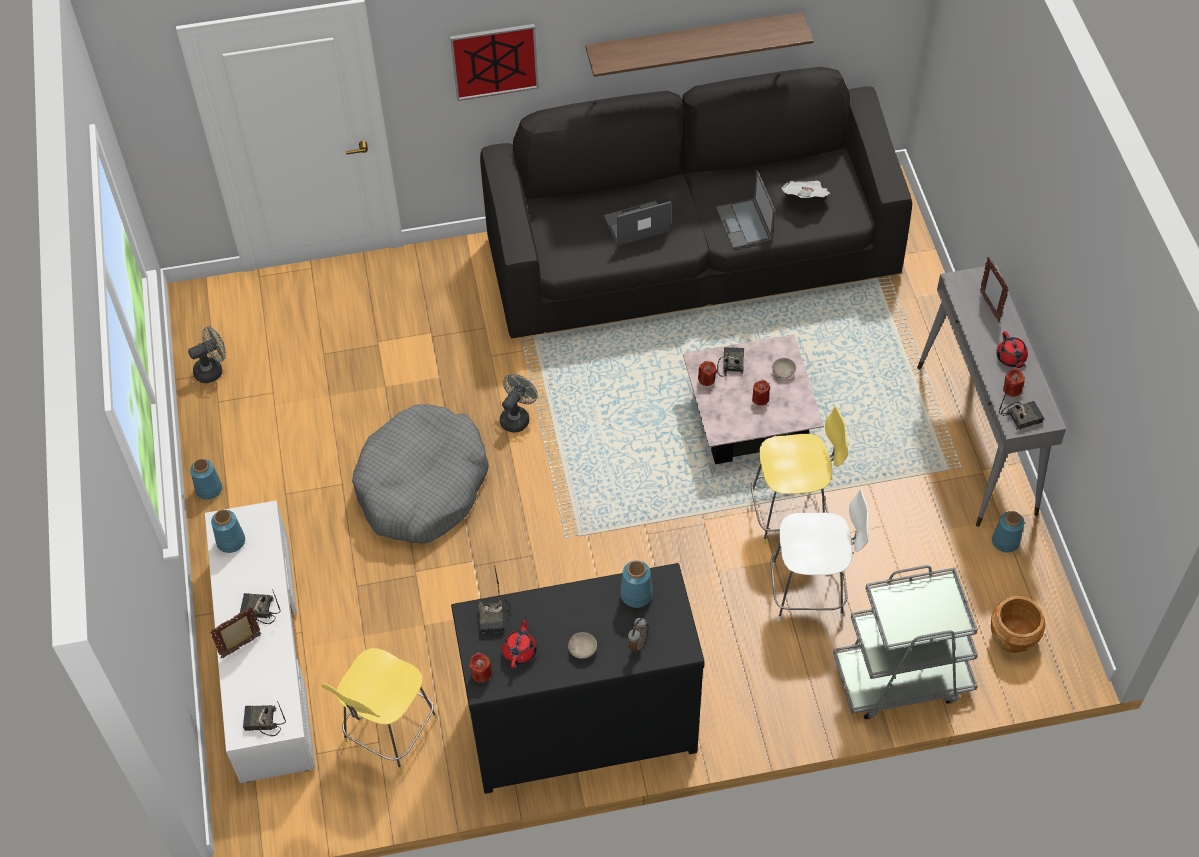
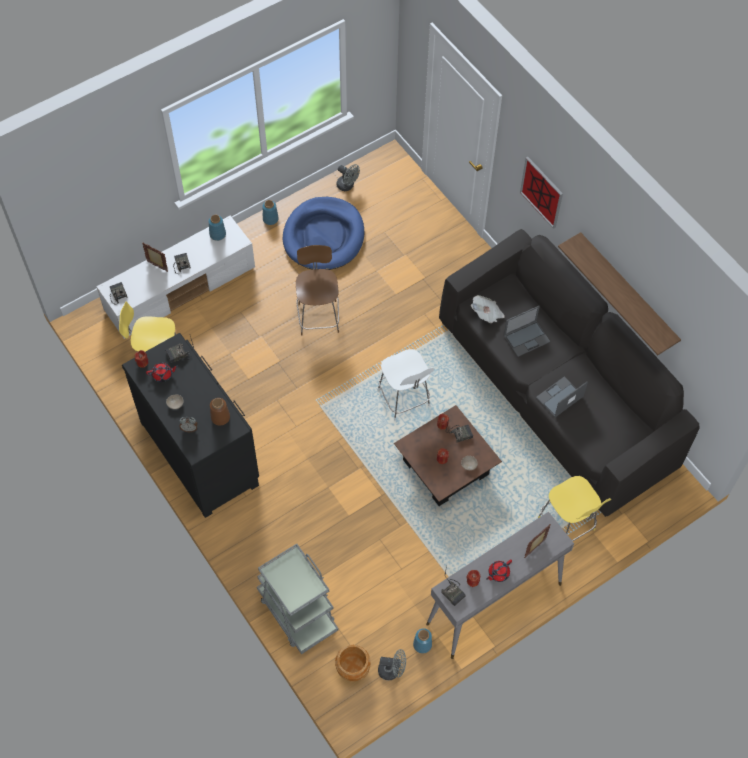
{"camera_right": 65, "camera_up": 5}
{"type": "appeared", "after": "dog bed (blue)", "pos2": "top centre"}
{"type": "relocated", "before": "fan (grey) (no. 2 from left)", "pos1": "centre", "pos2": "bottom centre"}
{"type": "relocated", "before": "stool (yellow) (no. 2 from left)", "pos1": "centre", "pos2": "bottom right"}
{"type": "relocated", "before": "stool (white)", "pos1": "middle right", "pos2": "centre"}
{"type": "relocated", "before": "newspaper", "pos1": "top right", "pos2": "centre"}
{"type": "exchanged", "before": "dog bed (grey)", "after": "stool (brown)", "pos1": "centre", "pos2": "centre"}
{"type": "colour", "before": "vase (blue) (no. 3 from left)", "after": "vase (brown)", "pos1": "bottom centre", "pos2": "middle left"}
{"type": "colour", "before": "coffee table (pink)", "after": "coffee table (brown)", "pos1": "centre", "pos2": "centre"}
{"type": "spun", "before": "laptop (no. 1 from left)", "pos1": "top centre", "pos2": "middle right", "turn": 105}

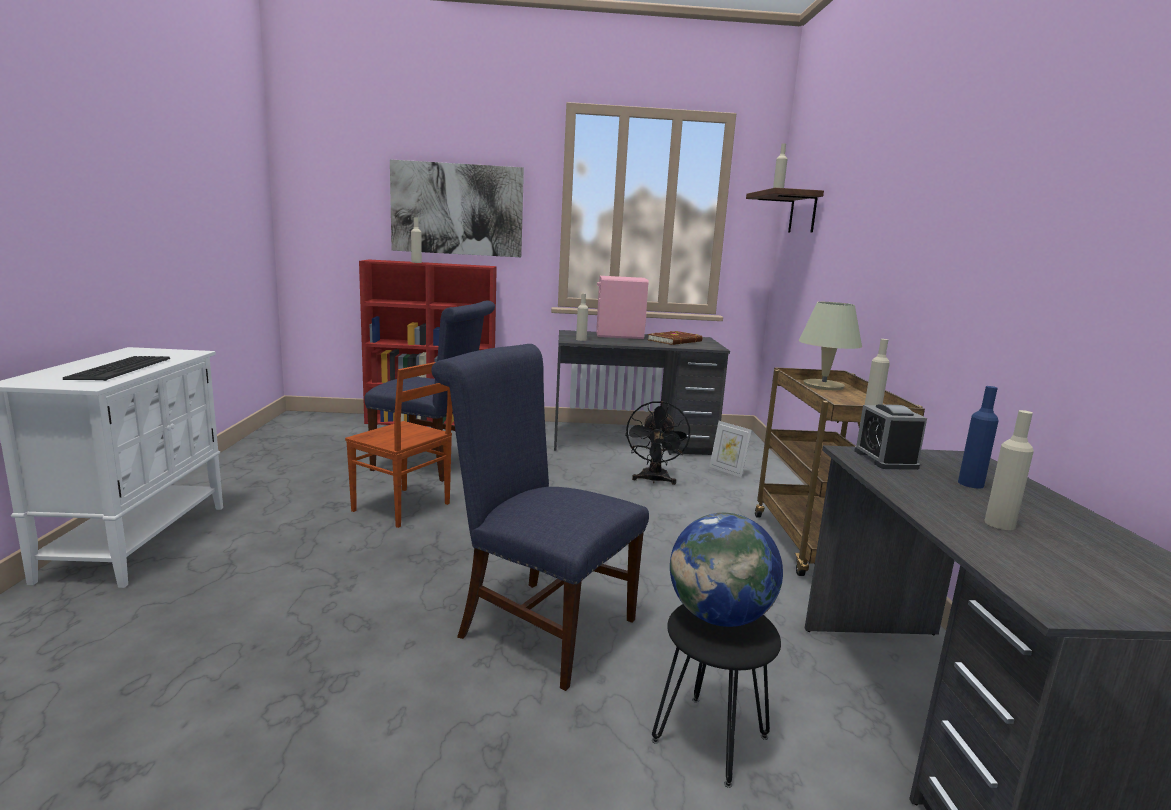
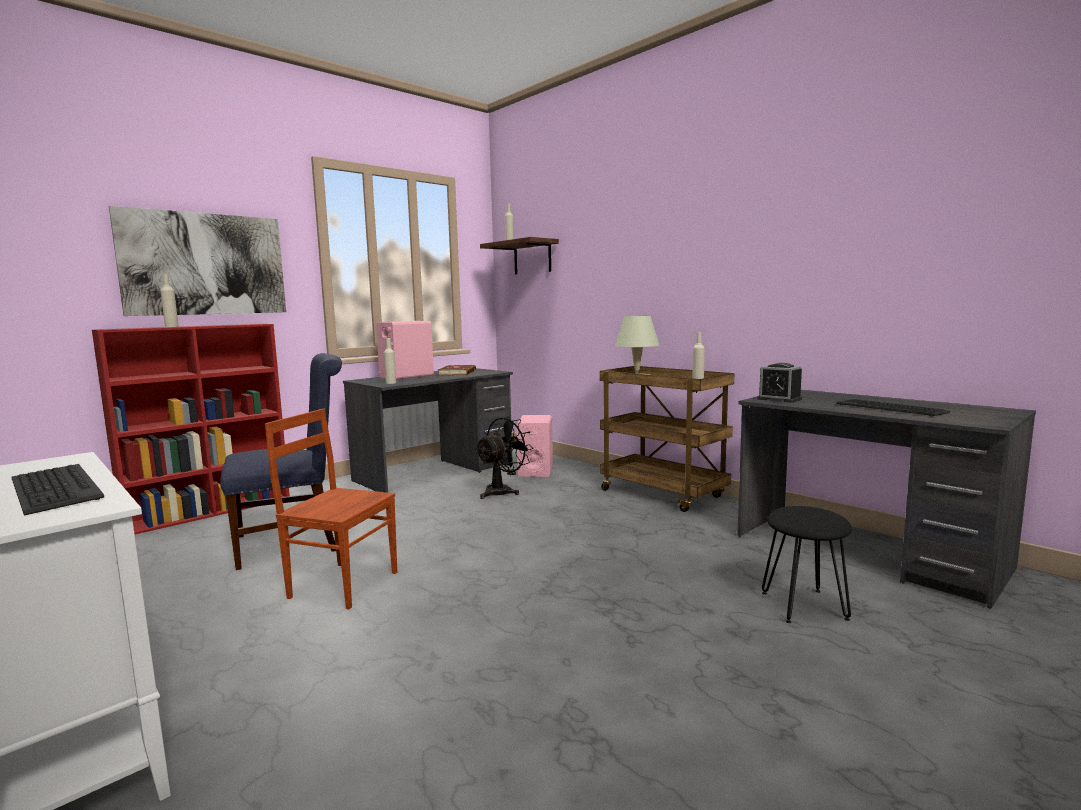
{"camera_right": -40, "camera_up": -5}
{"type": "missing", "before": "chair (blue) (no. 2 from left)", "pos1": "centre"}
{"type": "missing", "before": "globe", "pos1": "bottom centre"}
{"type": "missing", "before": "bottle (blue)", "pos1": "middle right"}
{"type": "exchanged", "before": "picture frame", "after": "speaker (pink) (no. 2 from left)", "pos1": "centre", "pos2": "centre"}
{"type": "exchanged", "before": "bottle (beige) (no. 5 from left)", "after": "keyboard (no. 2 from left)", "pos1": "middle right", "pos2": "middle right"}
{"type": "spun", "before": "chair (brown)", "pos1": "centre", "pos2": "middle left", "turn": -150}
{"type": "spun", "before": "fan (black)", "pos1": "centre", "pos2": "centre", "turn": -105}

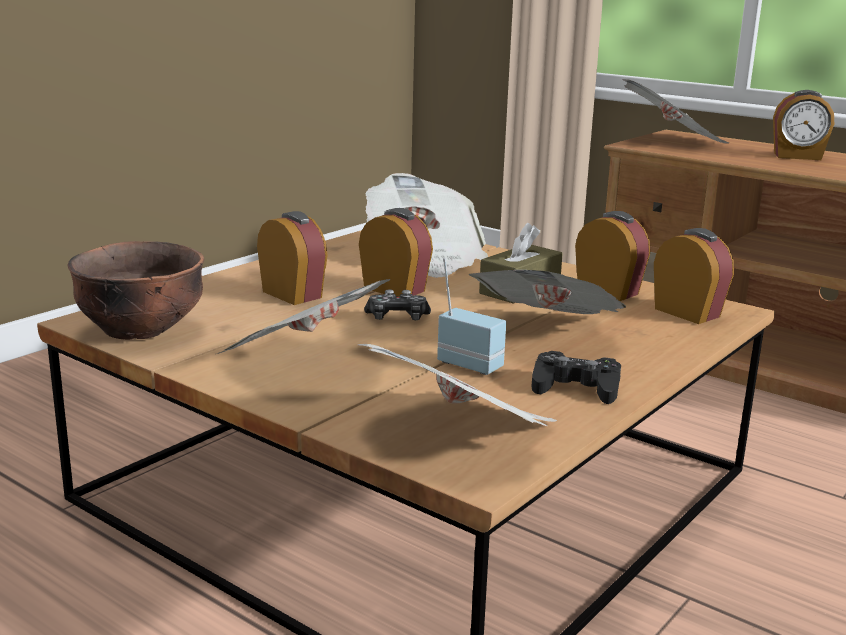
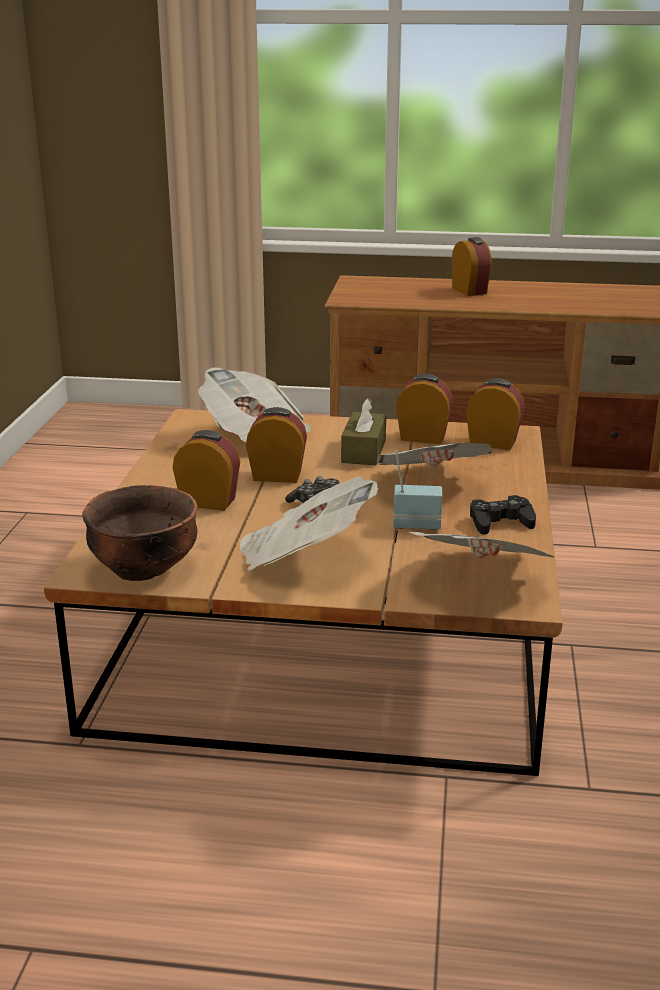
{"camera_right": -30, "camera_up": 5}
{"type": "missing", "before": "newspaper (no. 5 from left)", "pos1": "top right"}
{"type": "spun", "before": "alarm clock (no. 5 from left in the first image)", "pos1": "top right", "pos2": "top right", "turn": -90}

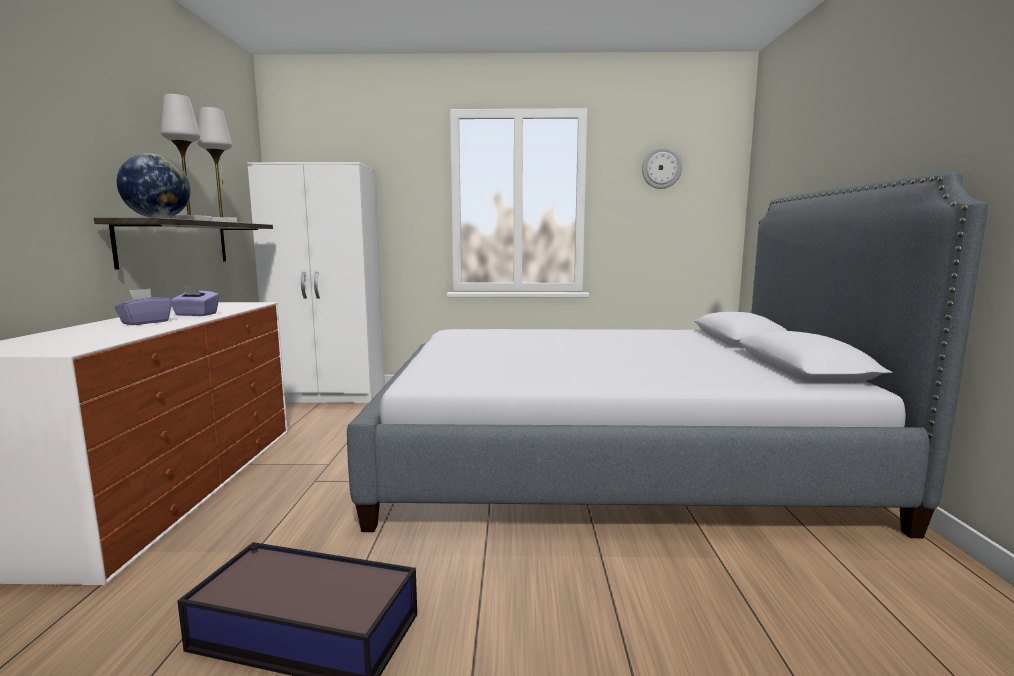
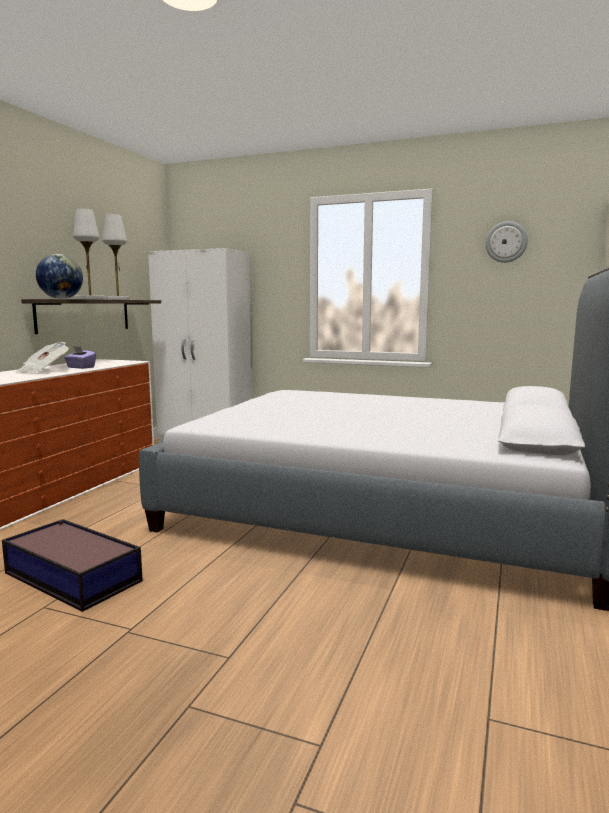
{"camera_right": 20, "camera_up": 0}
{"type": "exchanged", "before": "tissue box (purple) (no. 1 from left)", "after": "newspaper", "pos1": "middle left", "pos2": "middle left"}

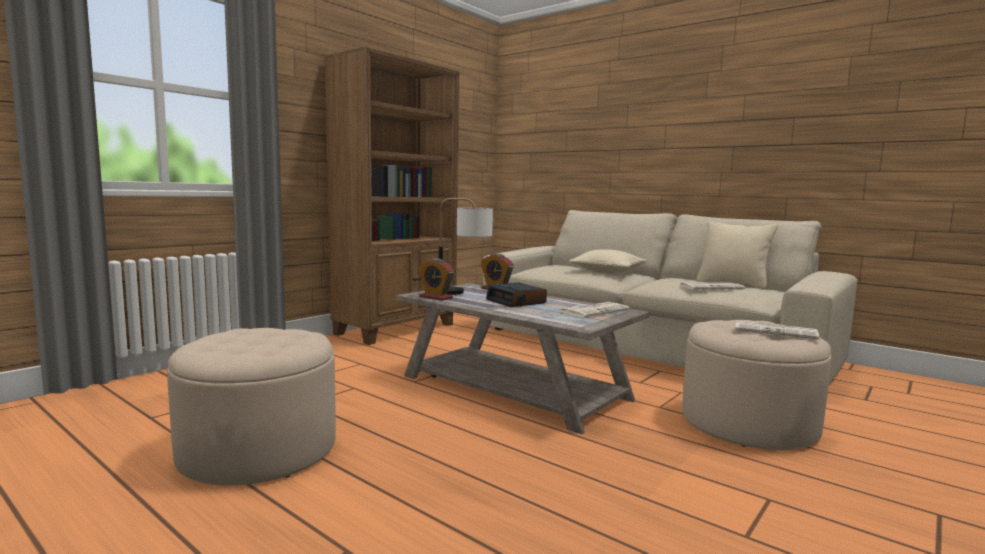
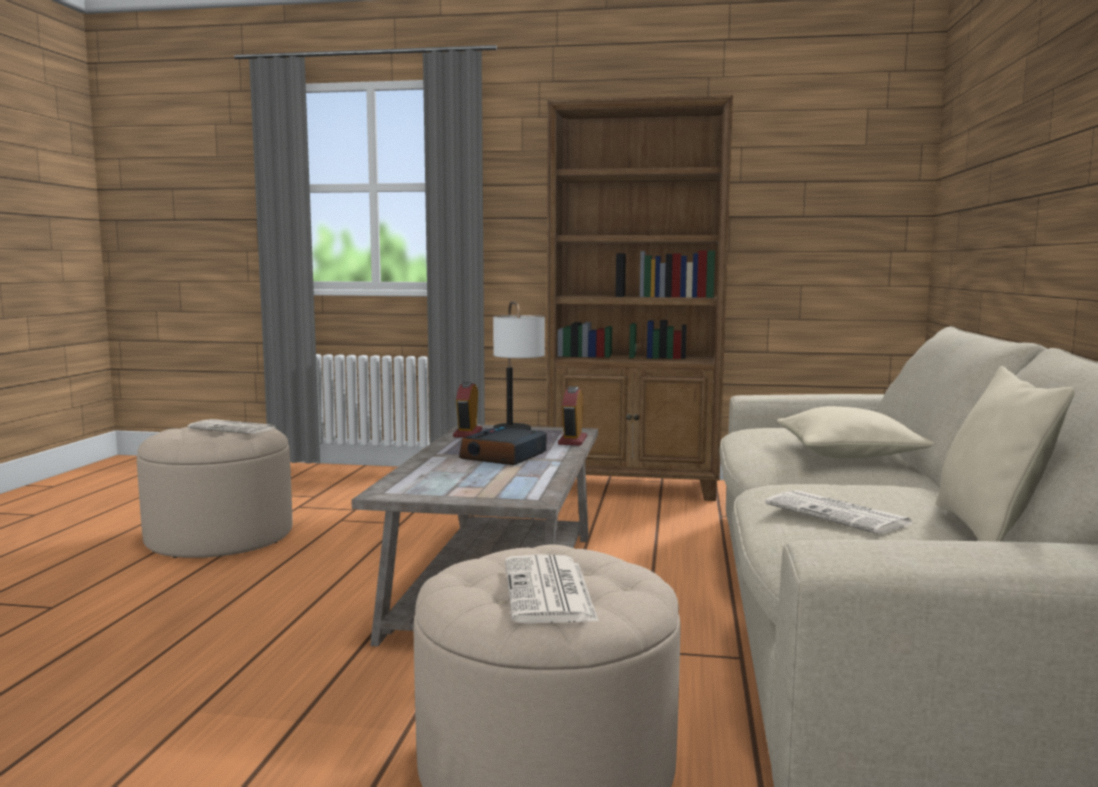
{"camera_right": 60, "camera_up": 0}
{"type": "relocated", "before": "newspaper (no. 1 from left)", "pos1": "centre", "pos2": "middle left"}

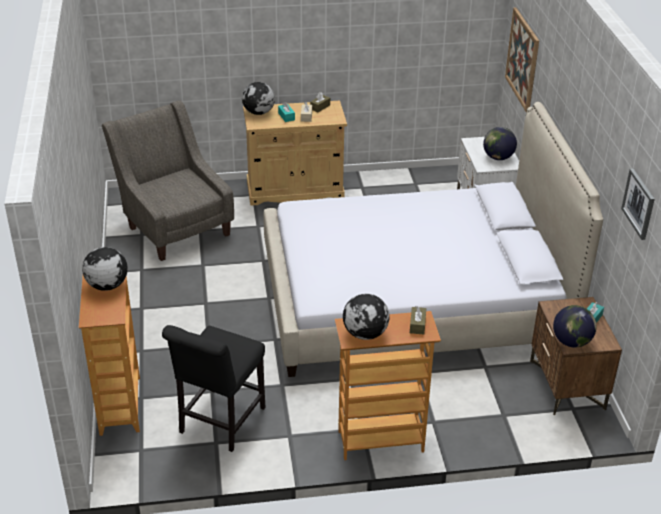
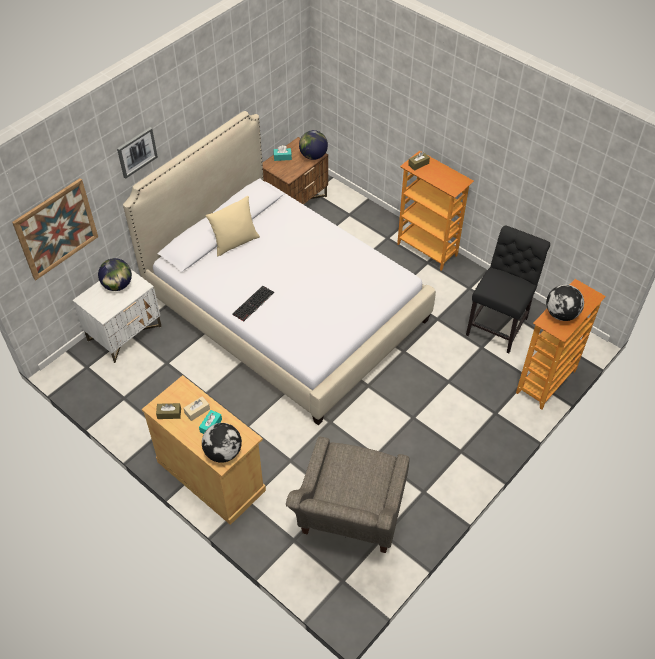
{"camera_right": -130, "camera_up": 15}
{"type": "missing", "before": "globe (no. 3 from left)", "pos1": "centre"}
{"type": "appeared", "after": "pillow (beige)", "pos2": "centre"}
{"type": "appeared", "after": "keyboard", "pos2": "centre"}
{"type": "relocated", "before": "picture (no. 2 from left)", "pos1": "middle right", "pos2": "top left"}
{"type": "spun", "before": "chair (black)", "pos1": "bottom left", "pos2": "middle right", "turn": -45}

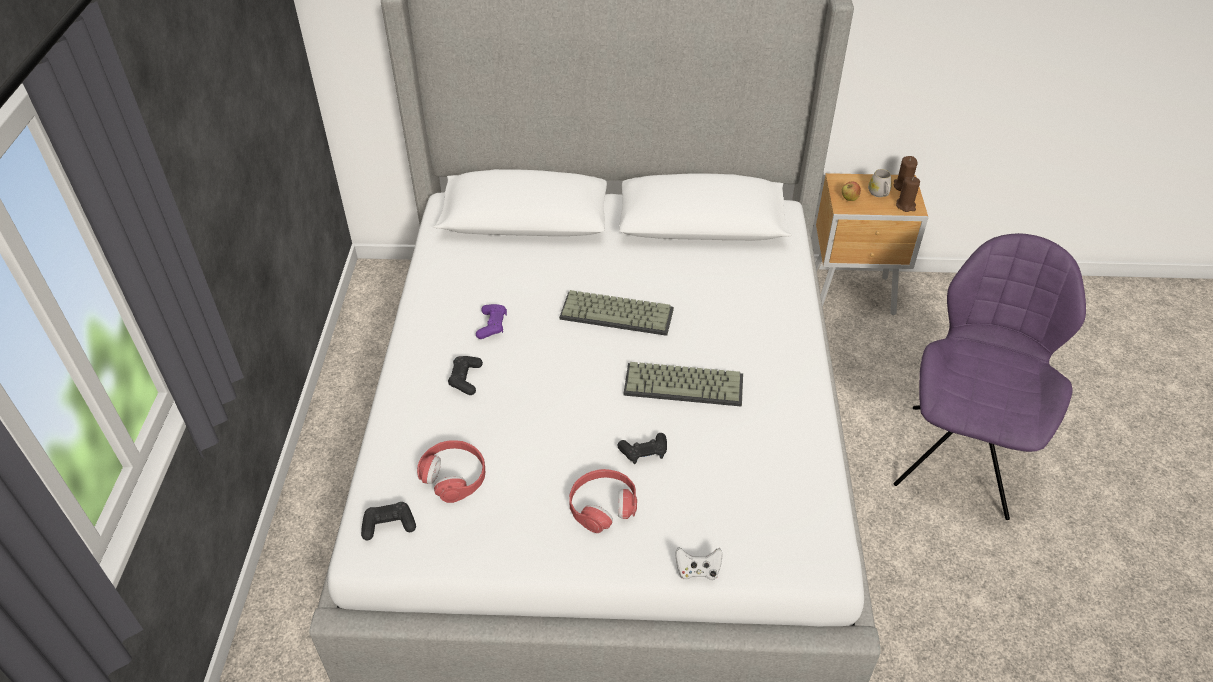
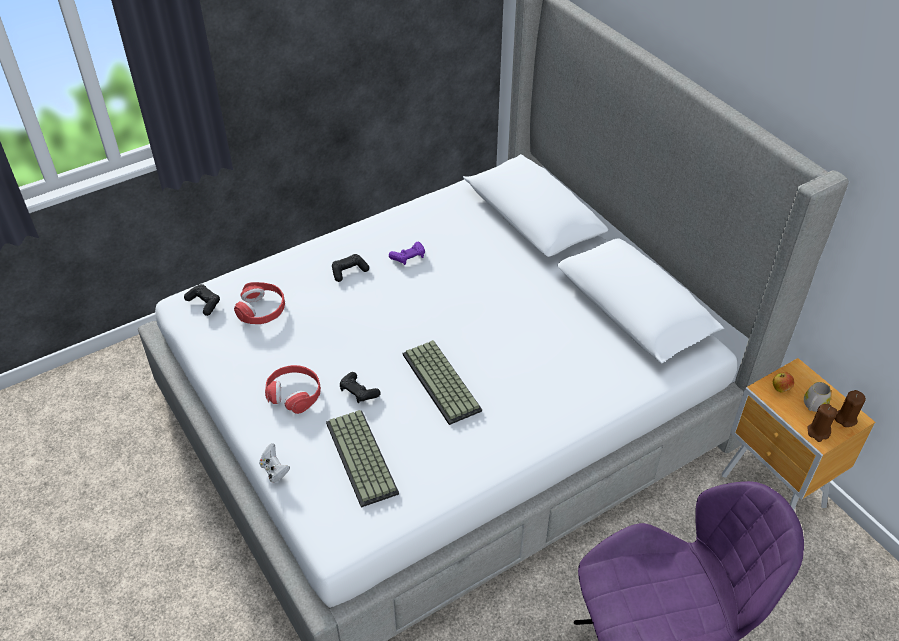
{"camera_right": 55, "camera_up": 0}
{"type": "relocated", "before": "keyboard (no. 1 from left)", "pos1": "centre", "pos2": "bottom centre"}

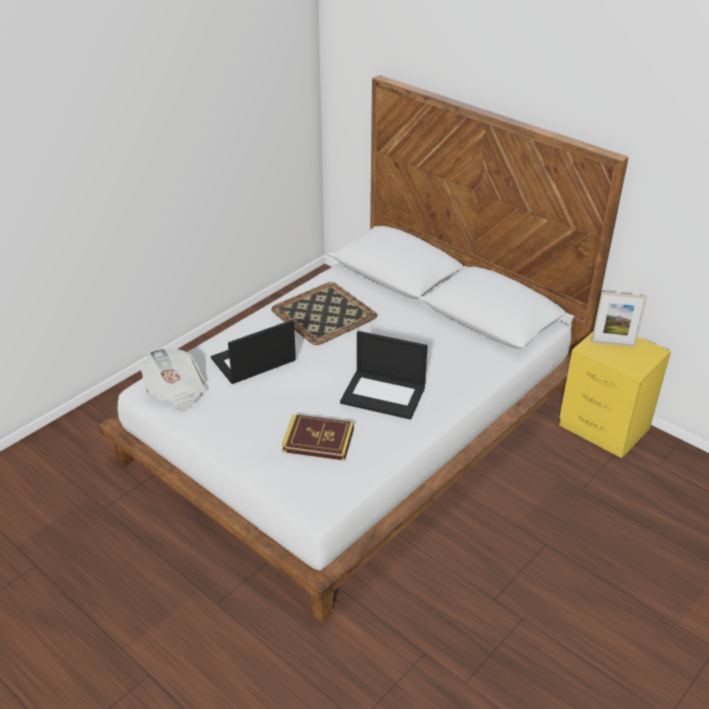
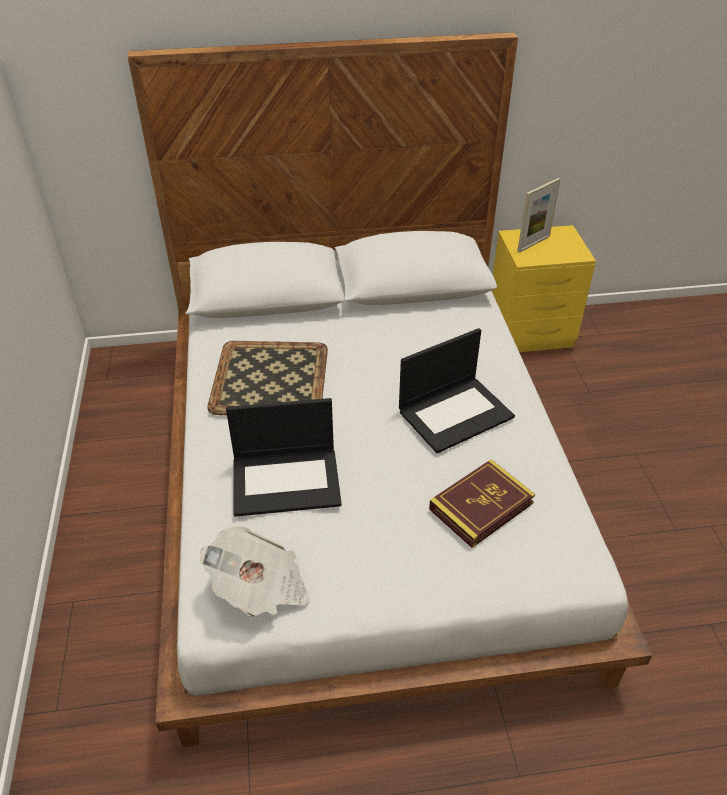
{"camera_right": -50, "camera_up": 5}
{"type": "spun", "before": "laptop (no. 1 from left)", "pos1": "centre", "pos2": "centre", "turn": -105}

